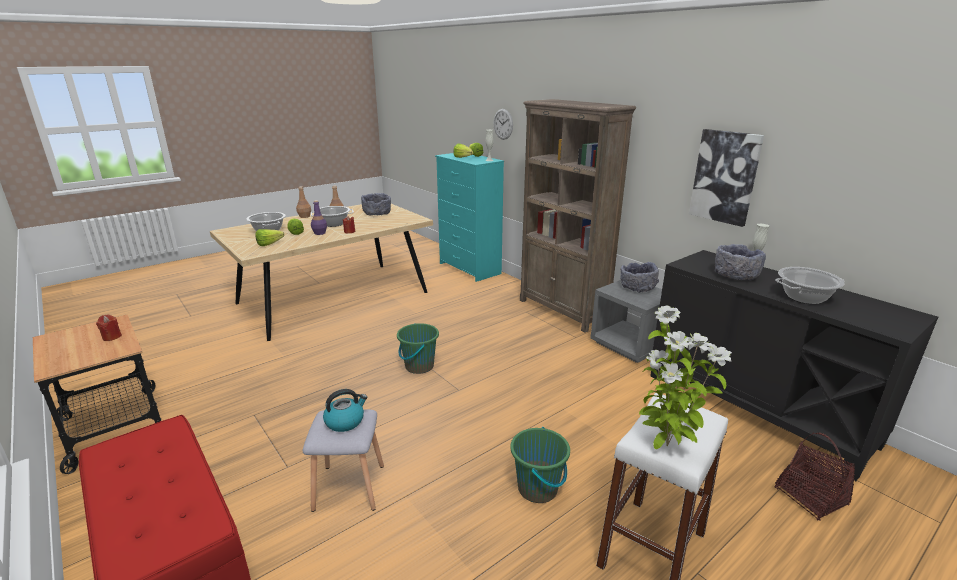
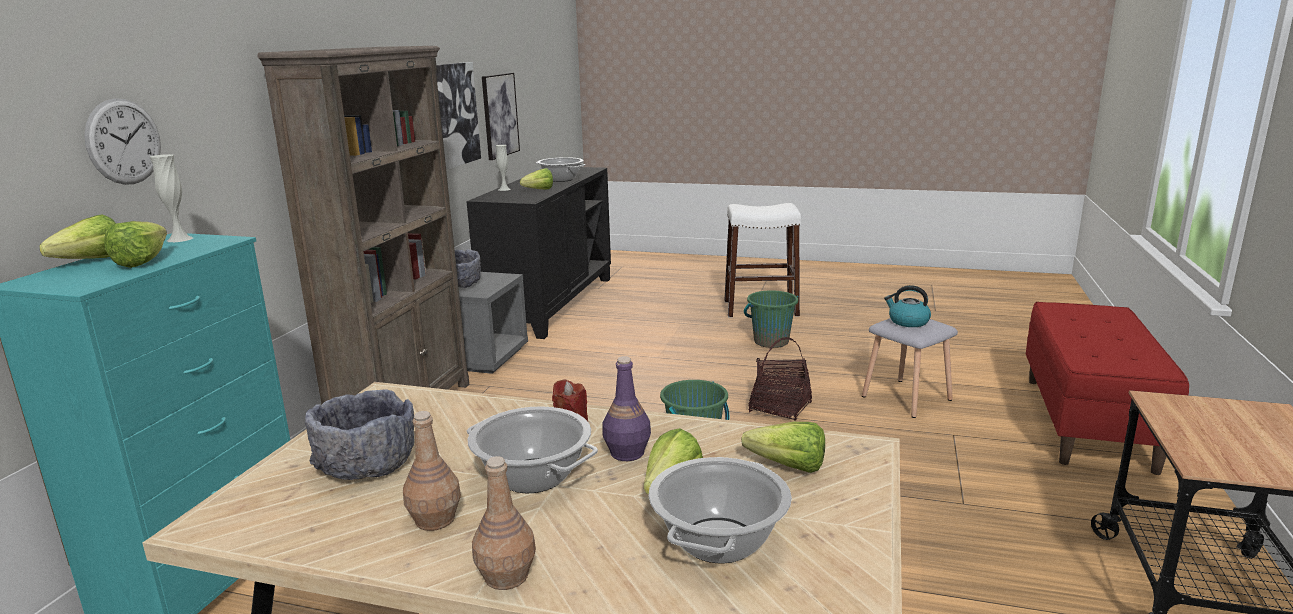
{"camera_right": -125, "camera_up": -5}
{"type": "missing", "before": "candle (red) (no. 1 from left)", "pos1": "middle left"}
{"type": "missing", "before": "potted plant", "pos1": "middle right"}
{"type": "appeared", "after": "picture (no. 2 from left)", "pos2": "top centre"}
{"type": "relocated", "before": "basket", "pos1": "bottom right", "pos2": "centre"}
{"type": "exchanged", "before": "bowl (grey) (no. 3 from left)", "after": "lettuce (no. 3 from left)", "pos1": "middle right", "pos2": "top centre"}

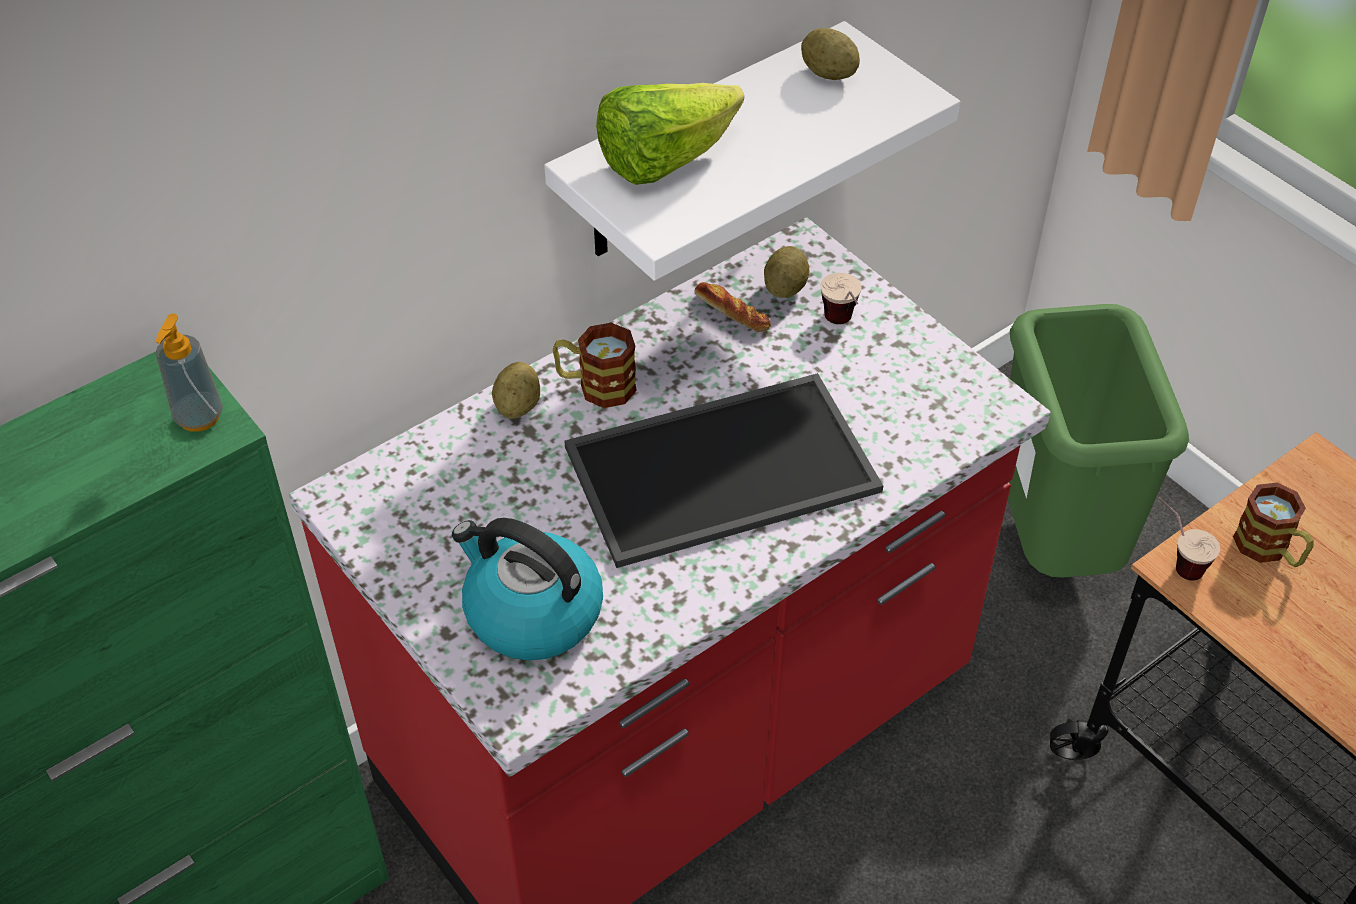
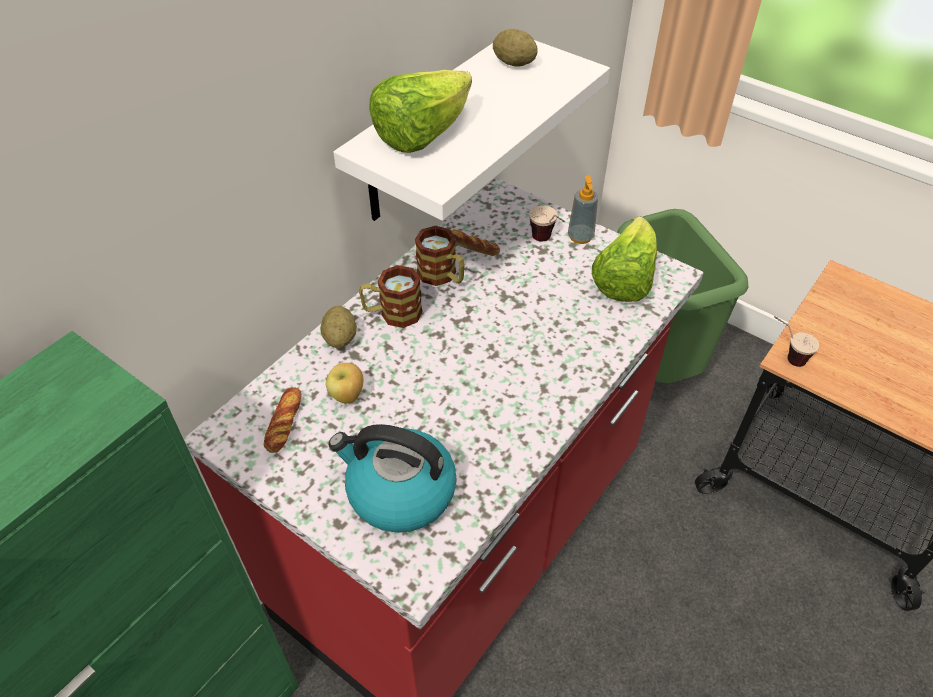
{"camera_right": -15, "camera_up": 0}
{"type": "missing", "before": "tray", "pos1": "centre"}
{"type": "missing", "before": "potato (no. 2 from left)", "pos1": "top centre"}
{"type": "appeared", "after": "bread (no. 1 from left)", "pos2": "middle left"}
{"type": "appeared", "after": "apple", "pos2": "centre"}
{"type": "appeared", "after": "lettuce (no. 2 from left)", "pos2": "middle right"}
{"type": "relocated", "before": "soap dispenser", "pos1": "middle left", "pos2": "top centre"}
{"type": "relocated", "before": "mug (no. 2 from left)", "pos1": "middle right", "pos2": "centre"}

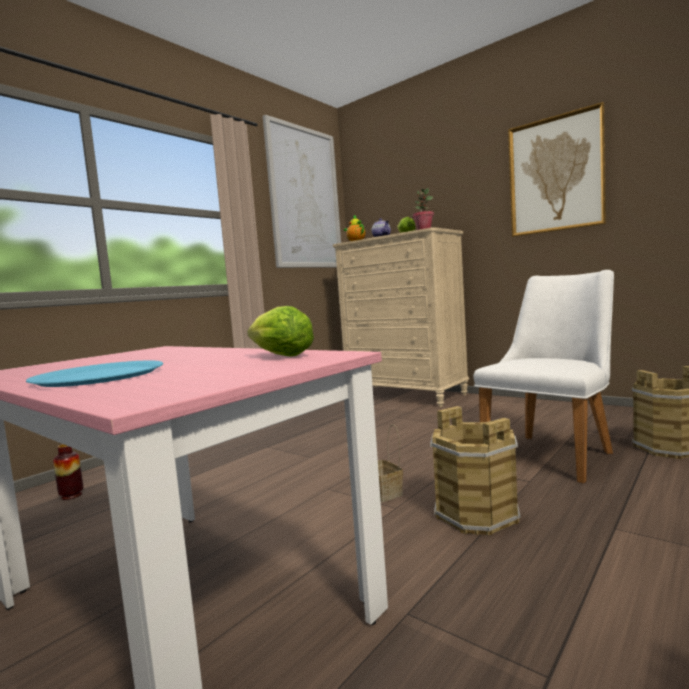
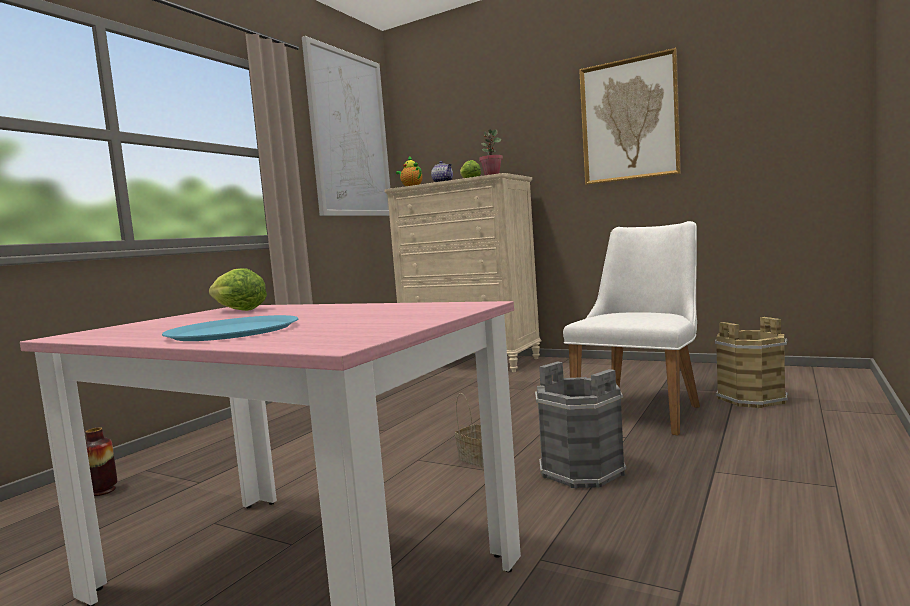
{"camera_right": -10, "camera_up": 0}
{"type": "relocated", "before": "lettuce (no. 1 from left)", "pos1": "centre", "pos2": "middle left"}
{"type": "colour", "before": "bucket (brown) (no. 1 from left)", "after": "bucket (grey)", "pos1": "bottom right", "pos2": "bottom centre"}

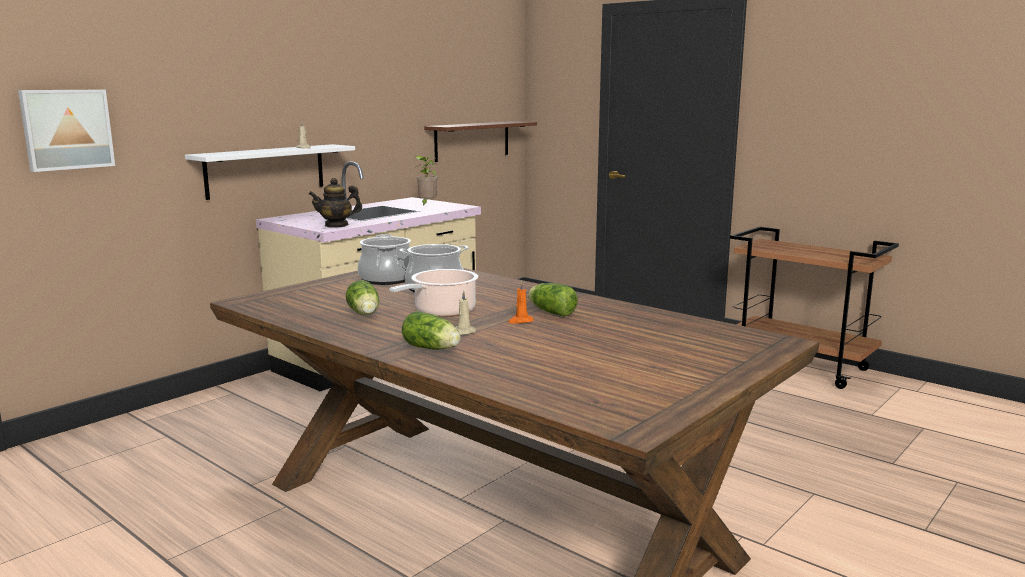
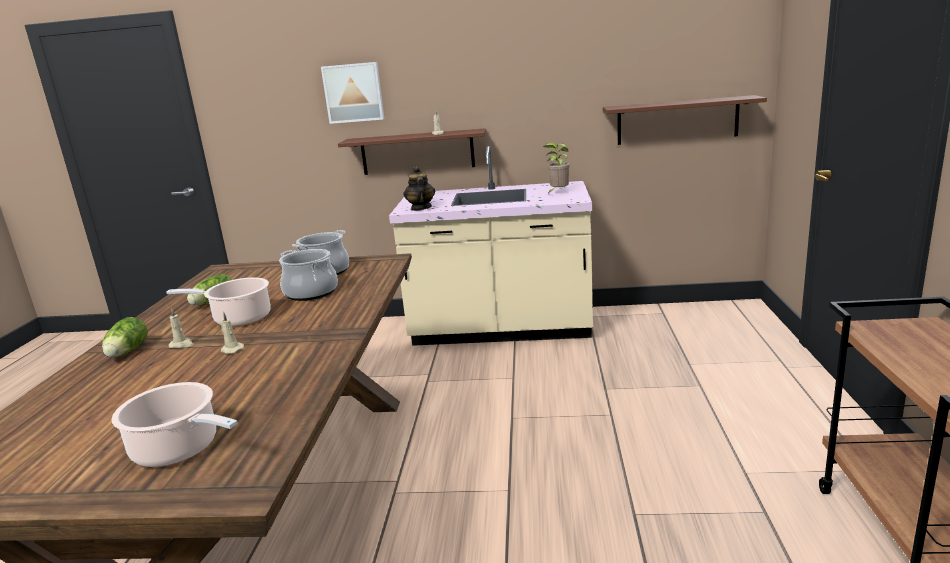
{"camera_right": 55, "camera_up": 5}
{"type": "missing", "before": "lettuce (no. 3 from left)", "pos1": "centre"}
{"type": "appeared", "after": "cooking pot (no. 1 from left)", "pos2": "bottom left"}
{"type": "relocated", "before": "picture", "pos1": "top left", "pos2": "top centre"}
{"type": "colour", "before": "shelf (white)", "after": "shelf (brown) (no. 1 from left)", "pos1": "top left", "pos2": "top centre"}
{"type": "colour", "before": "candle (orange)", "after": "candle (beige) (no. 2 from left)", "pos1": "centre", "pos2": "middle left"}
{"type": "spun", "before": "teapot", "pos1": "middle left", "pos2": "centre", "turn": 45}

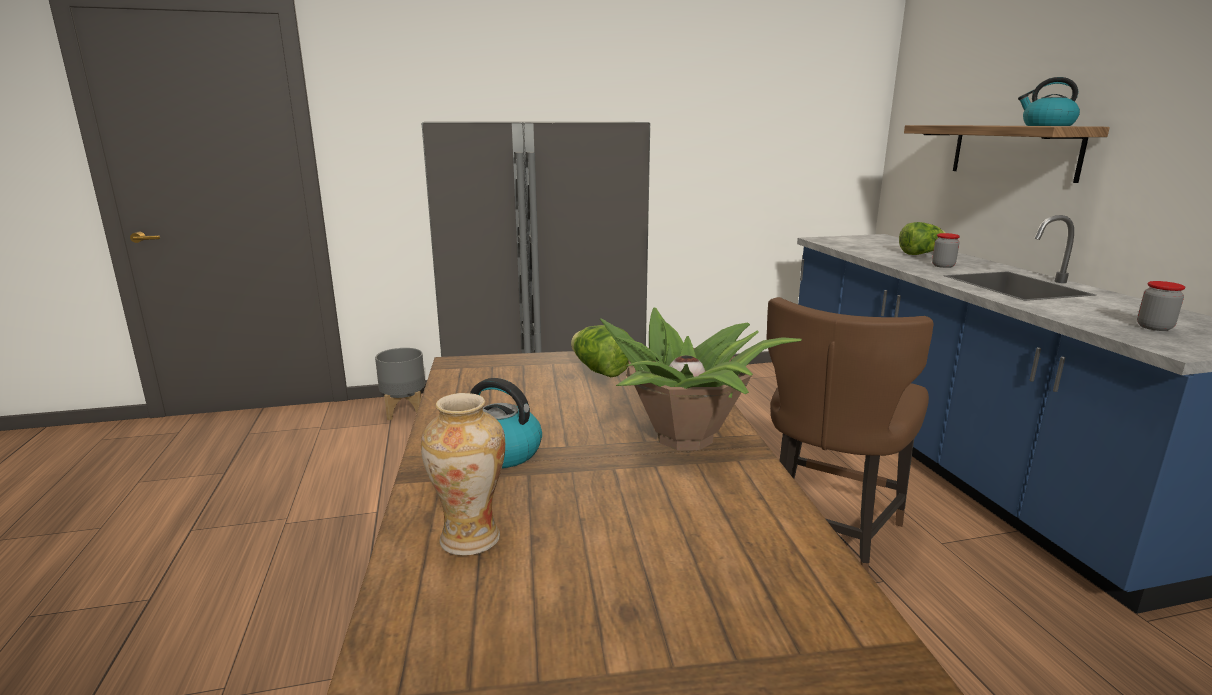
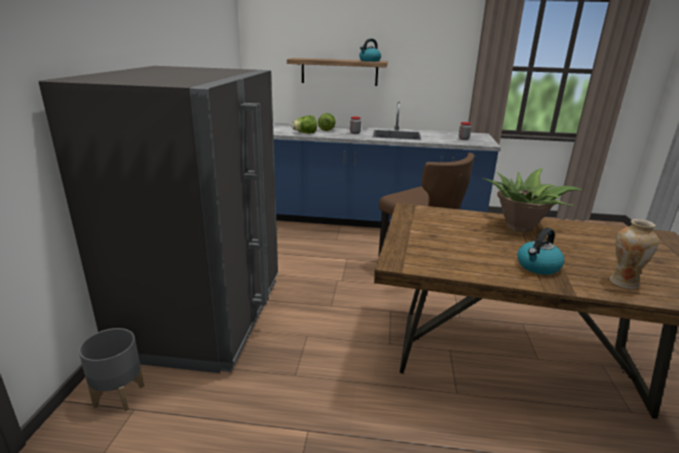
{"camera_right": -70, "camera_up": 5}
{"type": "relocated", "before": "lettuce (no. 1 from left)", "pos1": "centre", "pos2": "top centre"}

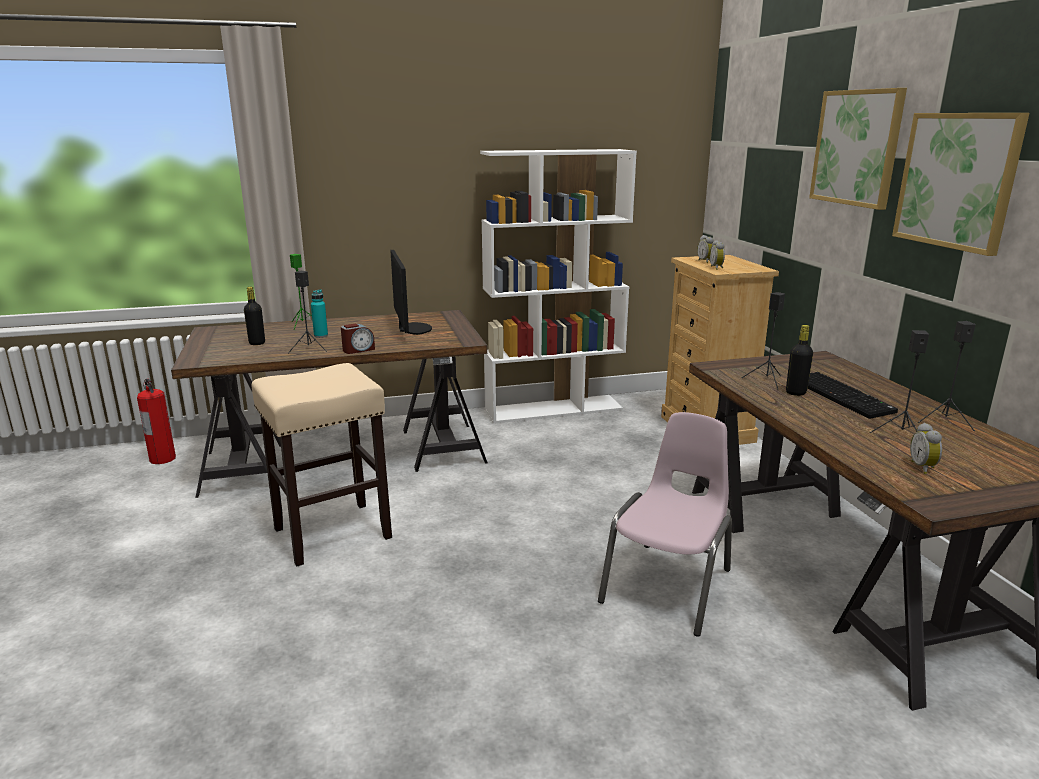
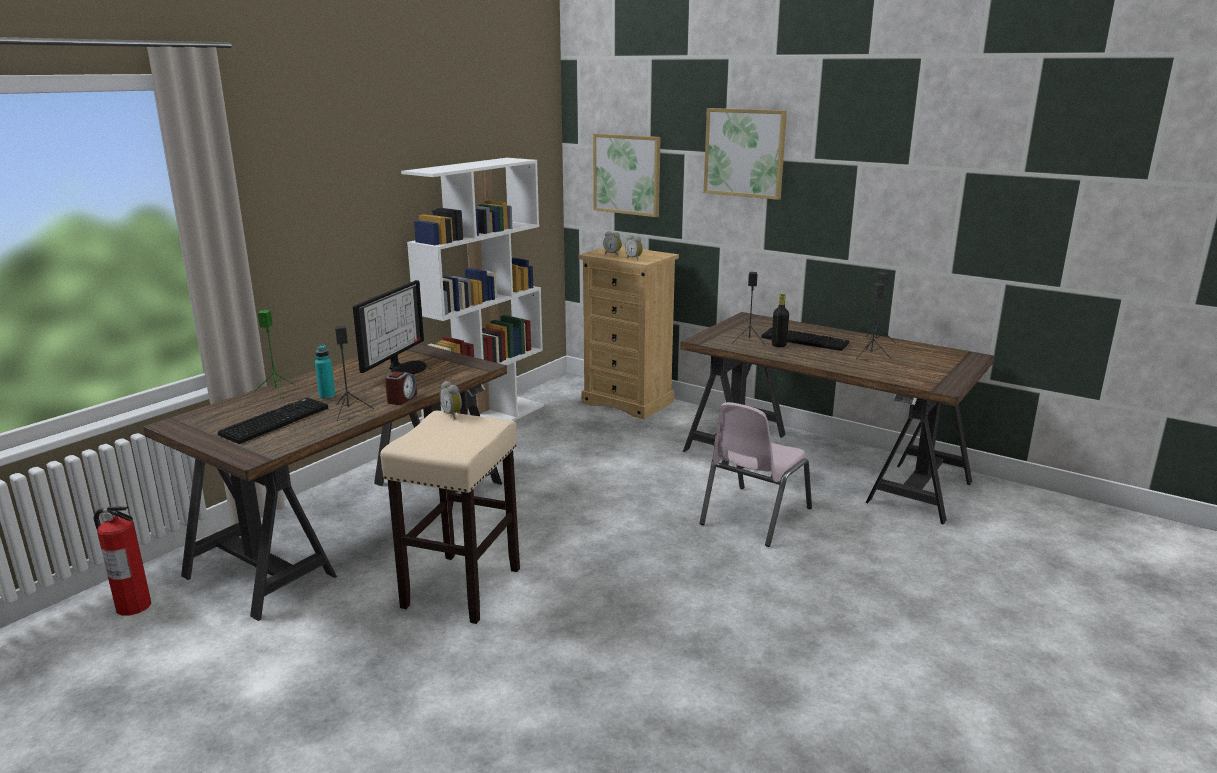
{"camera_right": -40, "camera_up": 0}
{"type": "relocated", "before": "picture (no. 2 from left in the first image)", "after": "picture (no. 1 from left)", "pos1": "top right", "pos2": "top centre"}
{"type": "relocated", "before": "alarm clock (no. 4 from left in the first image)", "after": "alarm clock (no. 2 from left)", "pos1": "middle right", "pos2": "centre"}
{"type": "exchanged", "before": "bottle (black) (no. 1 from left)", "after": "keyboard (no. 1 from left)", "pos1": "middle left", "pos2": "middle left"}
{"type": "spun", "before": "monitor", "pos1": "centre", "pos2": "middle left", "turn": 75}
{"type": "spun", "before": "chair (pink)", "pos1": "bottom centre", "pos2": "centre", "turn": -135}

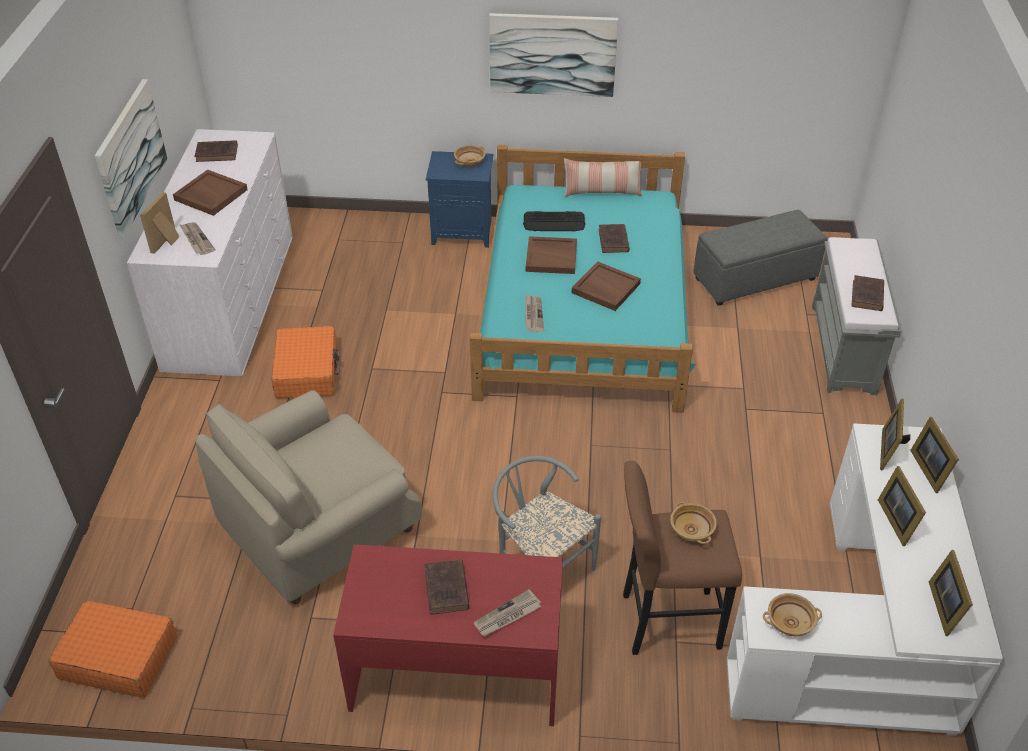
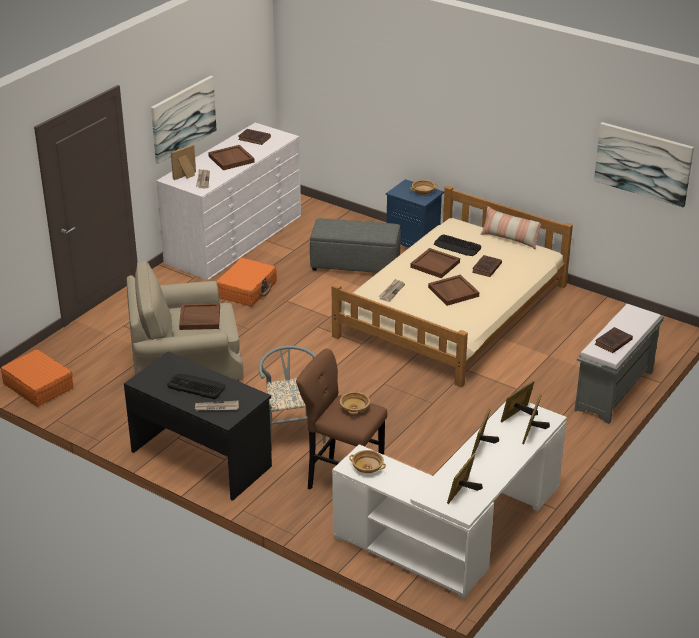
{"camera_right": 30, "camera_up": -10}
{"type": "appeared", "after": "tray (brown) (no. 1 from left)", "pos2": "middle left"}
{"type": "relocated", "before": "picture (no. 2 from left)", "pos1": "top centre", "pos2": "top right"}
{"type": "relocated", "before": "ottoman (grey)", "pos1": "middle right", "pos2": "centre"}
{"type": "exchanged", "before": "book (brown) (no. 2 from left)", "after": "keyboard (no. 1 from left)", "pos1": "bottom centre", "pos2": "middle left"}
{"type": "colour", "before": "desk (red)", "after": "desk (black)", "pos1": "bottom centre", "pos2": "bottom left"}
{"type": "colour", "before": "bed (turquoise)", "after": "bed (beige)", "pos1": "centre", "pos2": "centre"}

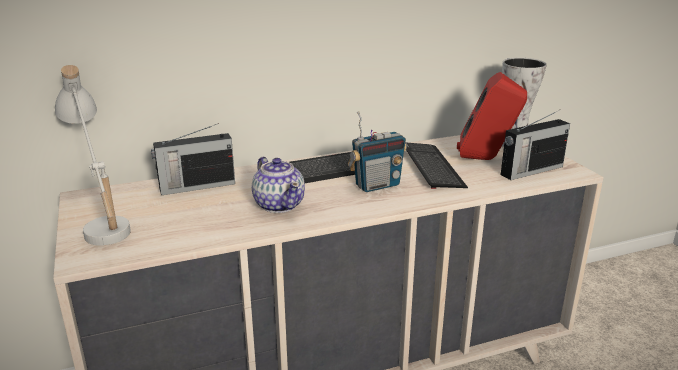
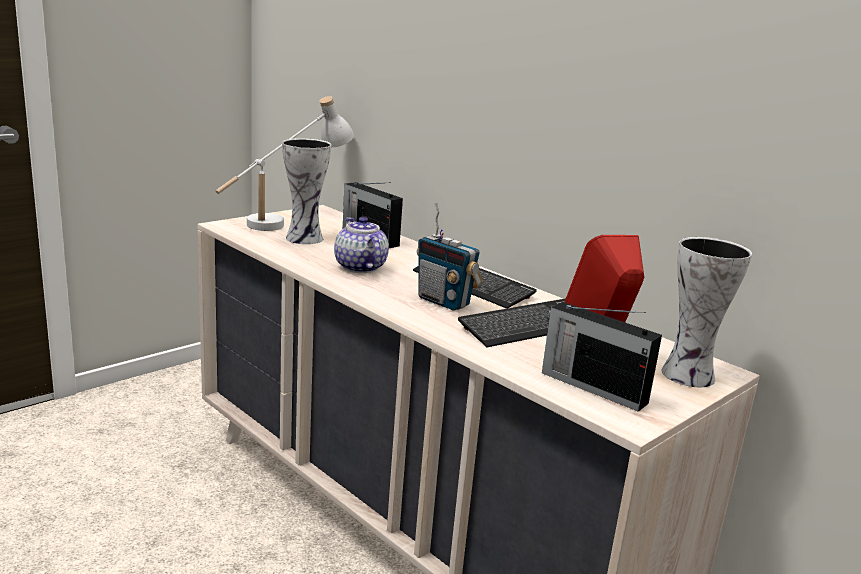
{"camera_right": 65, "camera_up": -5}
{"type": "appeared", "after": "vase (no. 1 from left)", "pos2": "top centre"}
{"type": "spun", "before": "teapot", "pos1": "centre", "pos2": "centre", "turn": 120}

